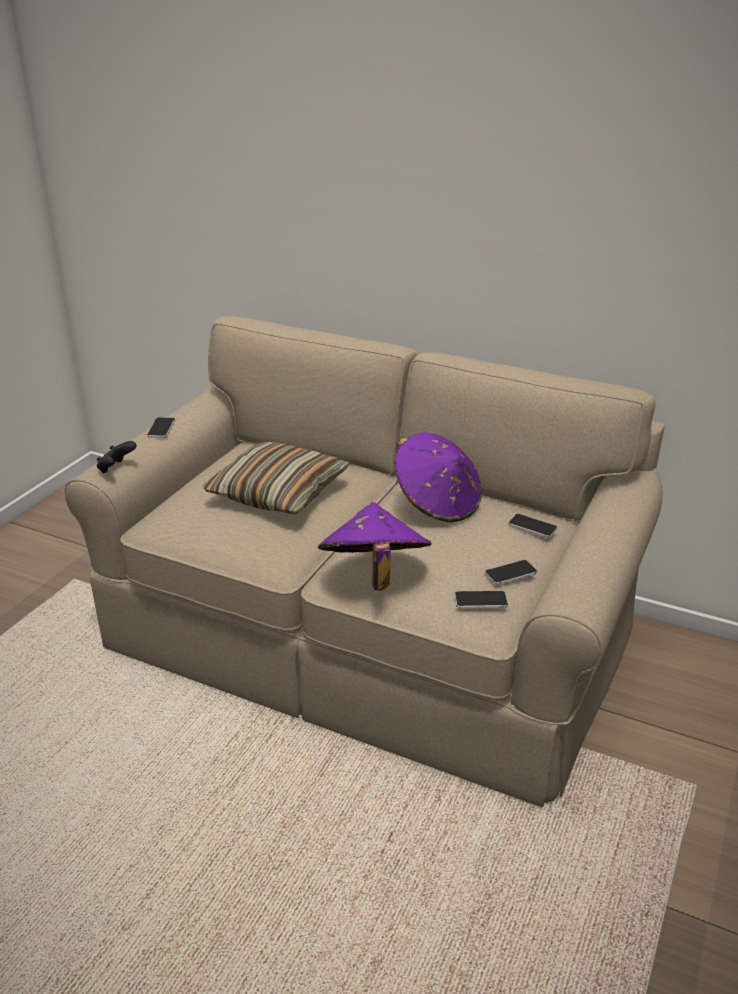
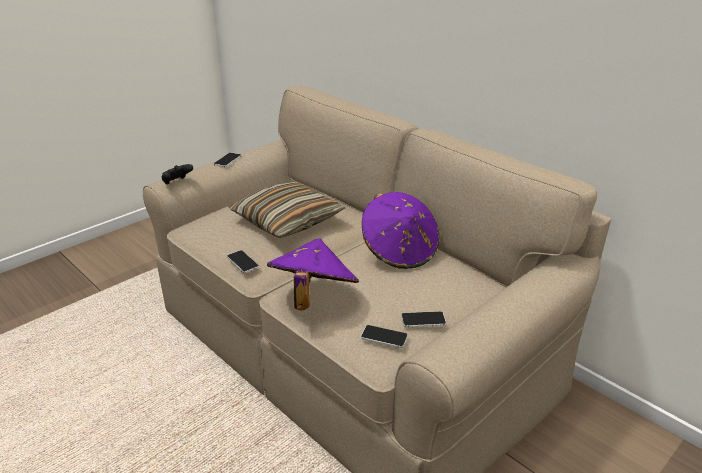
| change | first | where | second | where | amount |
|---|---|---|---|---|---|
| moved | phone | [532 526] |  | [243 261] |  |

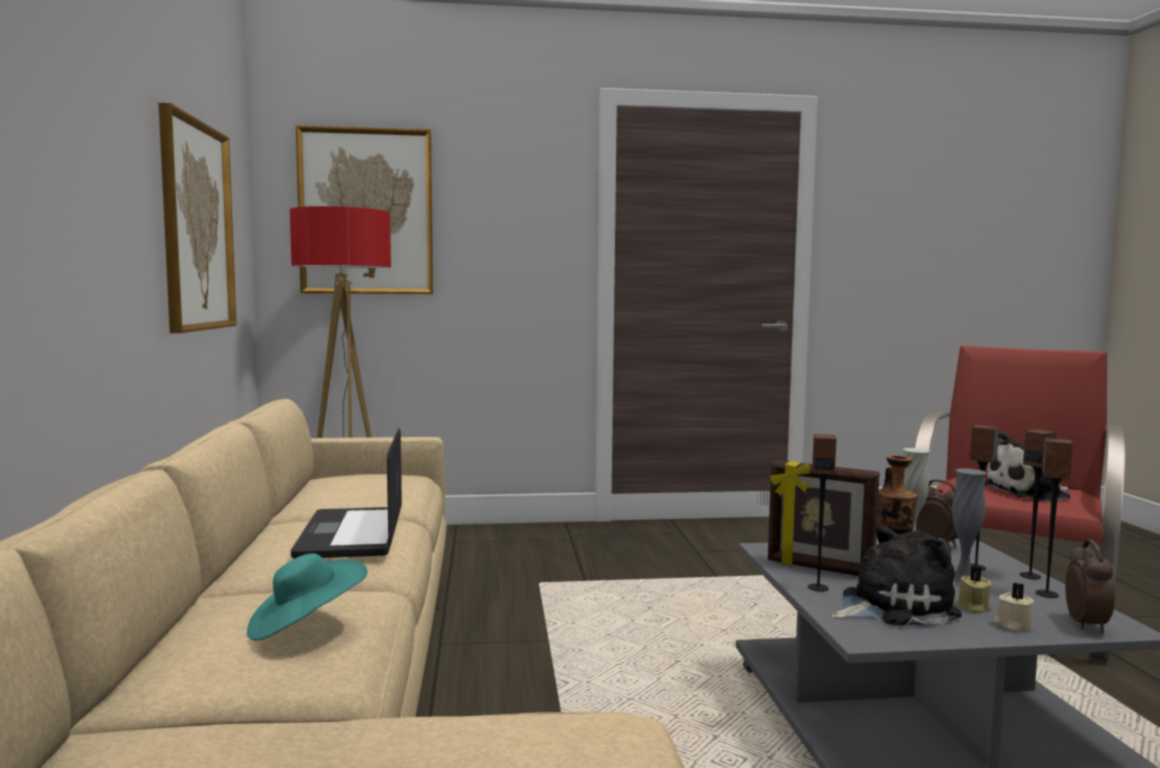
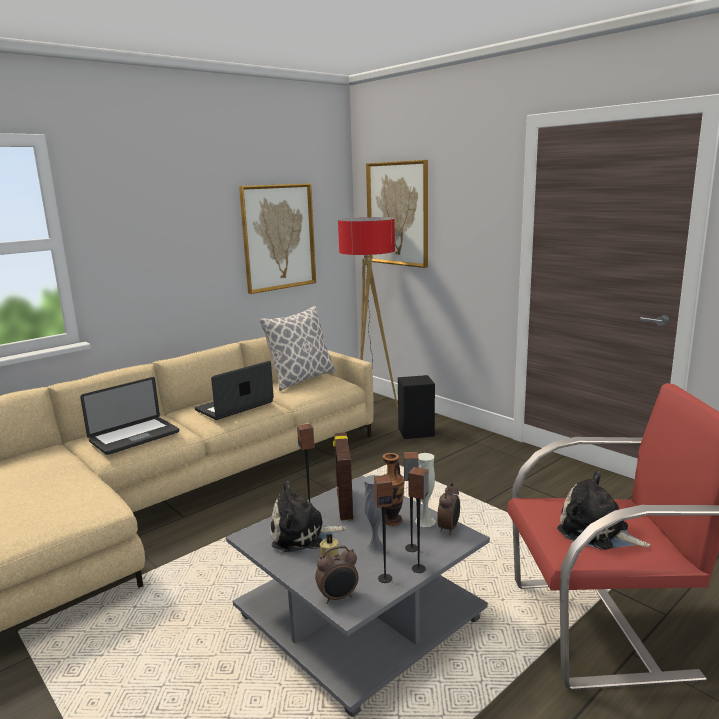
| change | first | where | second | where | amount |
|---|---|---|---|---|---|
| replaced | hat in turquoise | [307 596] | laptop | [129 416] |  |
| added |  |  | pillow | [297 348] |  |
| turned | plush toy | [897 575] |  | [308 516] | 135 degrees clockwise |
| added |  |  | speaker in black | [416 407] |  |
| removed | candle in beige | [1014 607] |  |  |  |

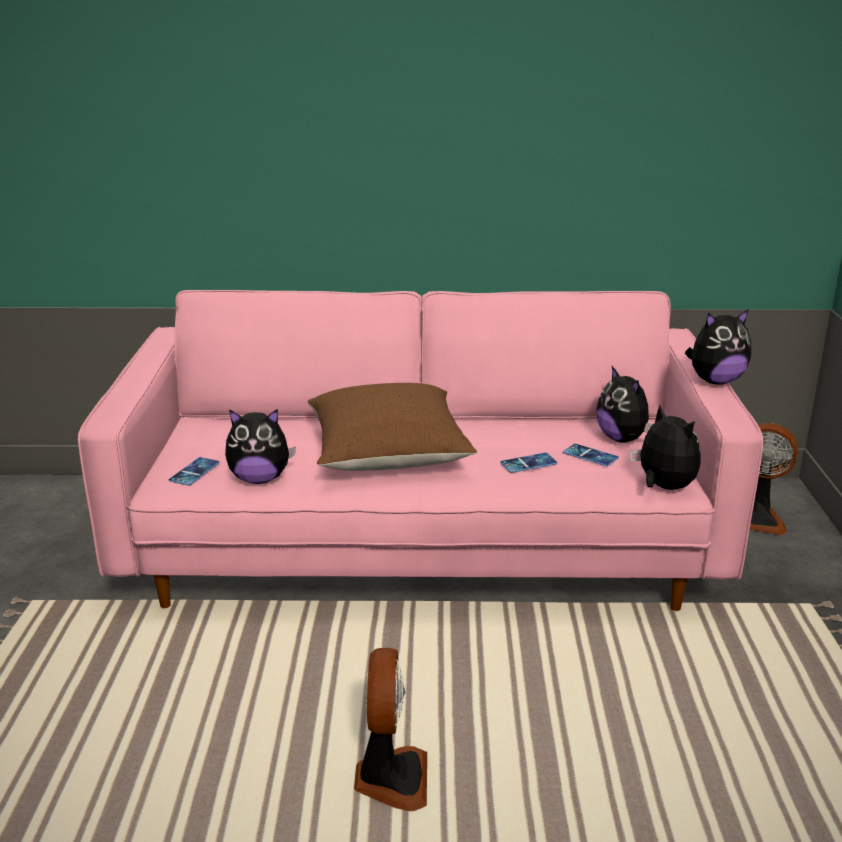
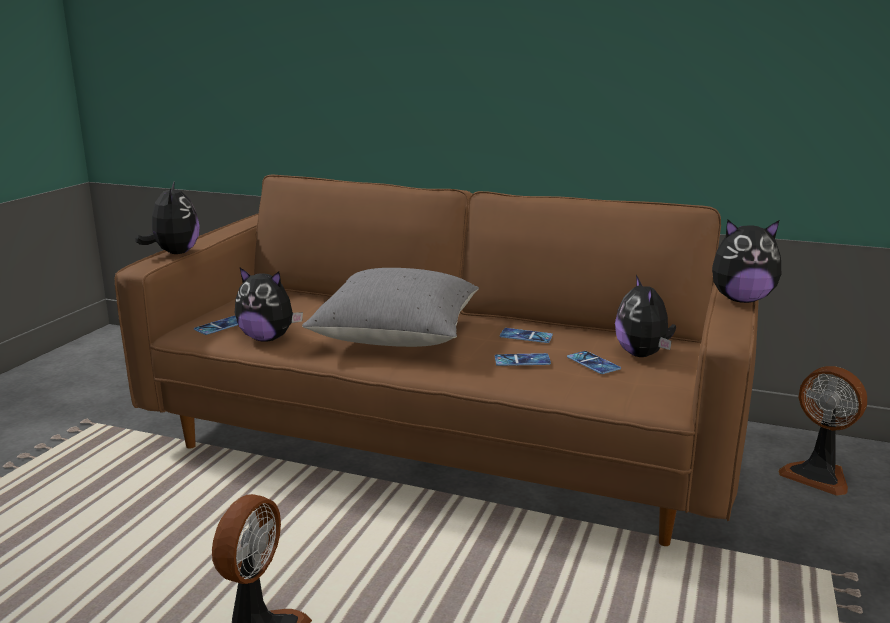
| change | first | where | second | where | amount |
|---|---|---|---|---|---|
| recoloured | sofa in pink | [420 450] | sofa in brown | [436 360] |  |
| moved | plush toy | [665 447] |  | [167 217] |  |
| recoloured | pillow in brown | [392 427] | pillow in grey | [390 307] |  |
| added |  |  | phone | [526 335] |  |

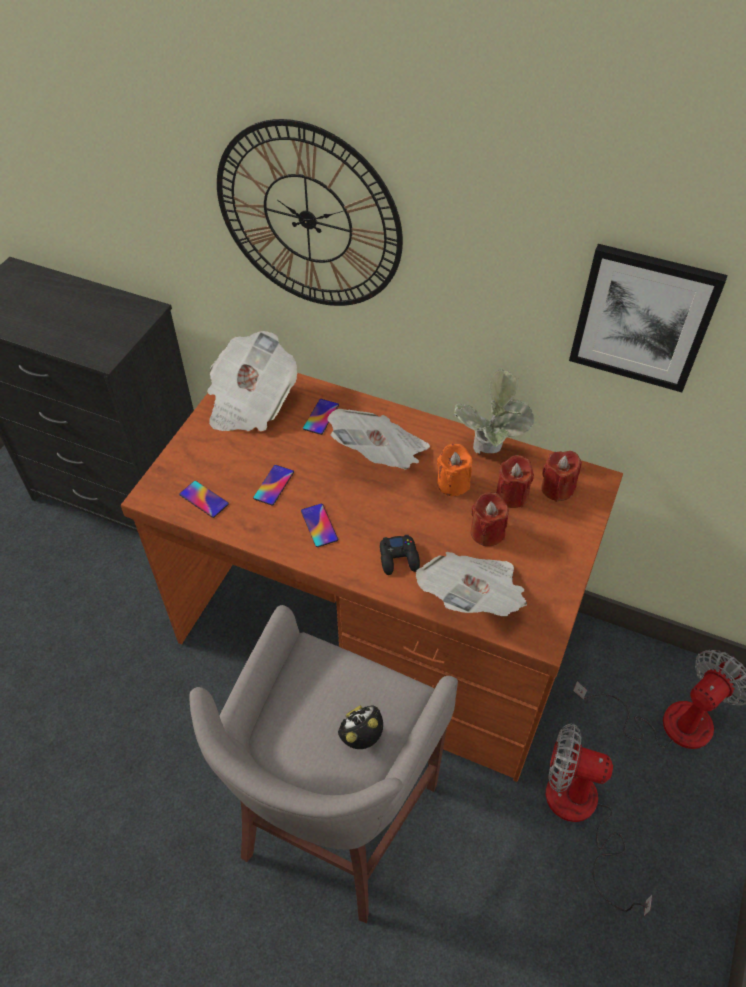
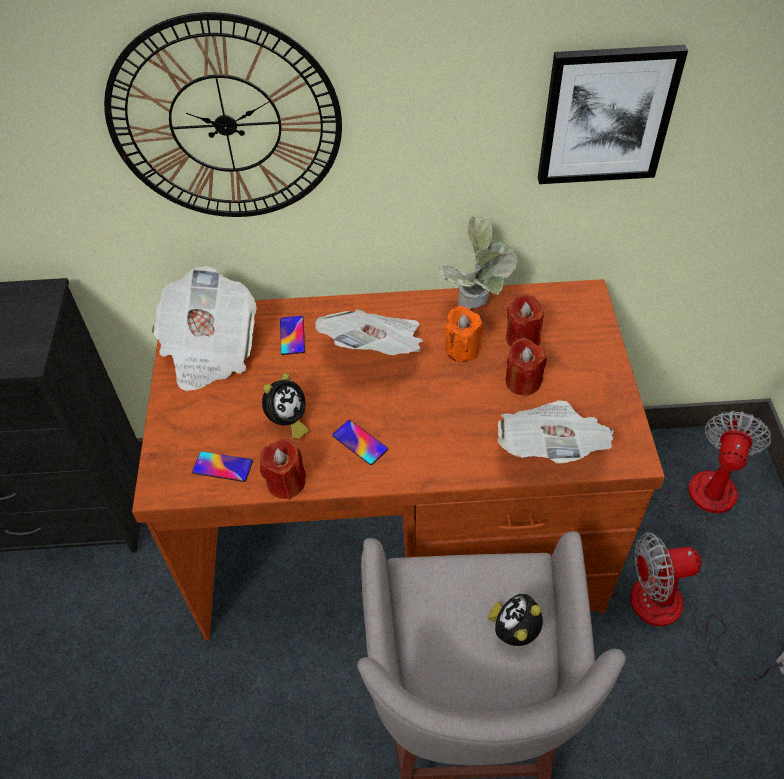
| change | first | where | second | where | amount |
|---|---|---|---|---|---|
| moved | candle in red | [561 476] |  | [283 469] |  |
| replaced | phone | [273 485] | alarm clock | [285 406] |  |
| removed | game controller in black | [400 555] |  |  |  |

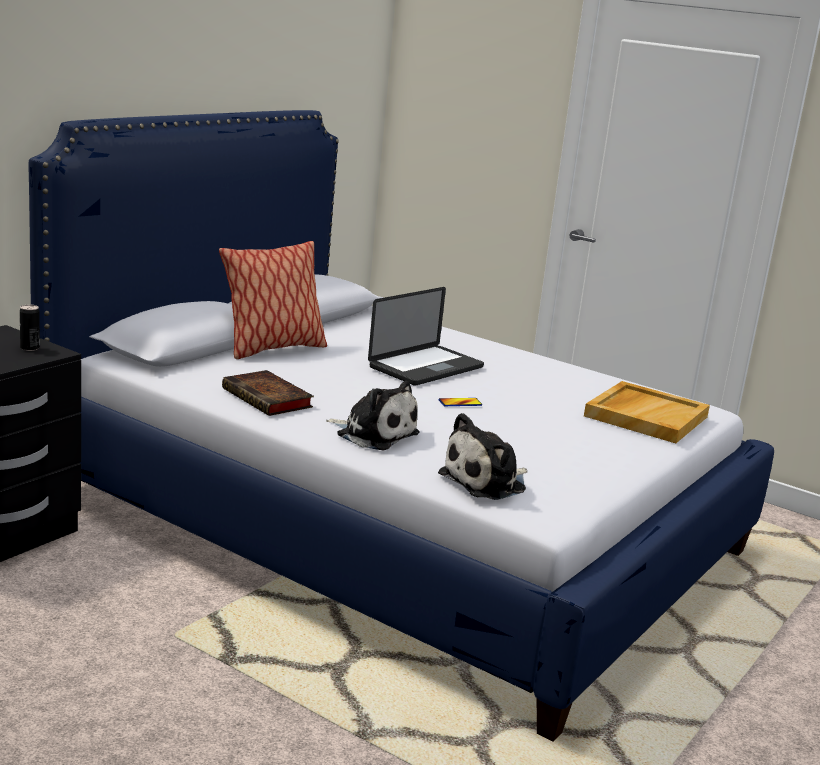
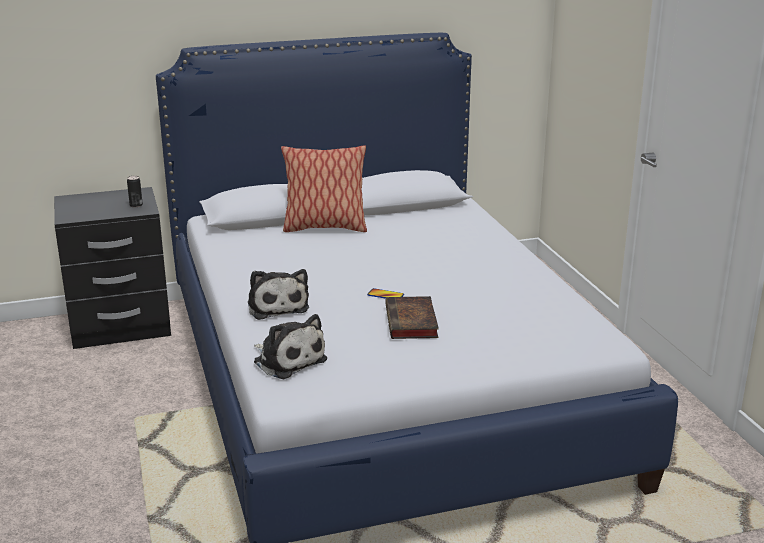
| change | first | where | second | where | amount |
|---|---|---|---|---|---|
| turned | plush toy | [483 456] |  | [290 346] | 135 degrees counterclockwise |
| moved | book | [268 393] |  | [412 317] |  |
| removed | laptop | [426 336] |  |  |  |
| removed | tray in beige | [647 412] |  |  |  |

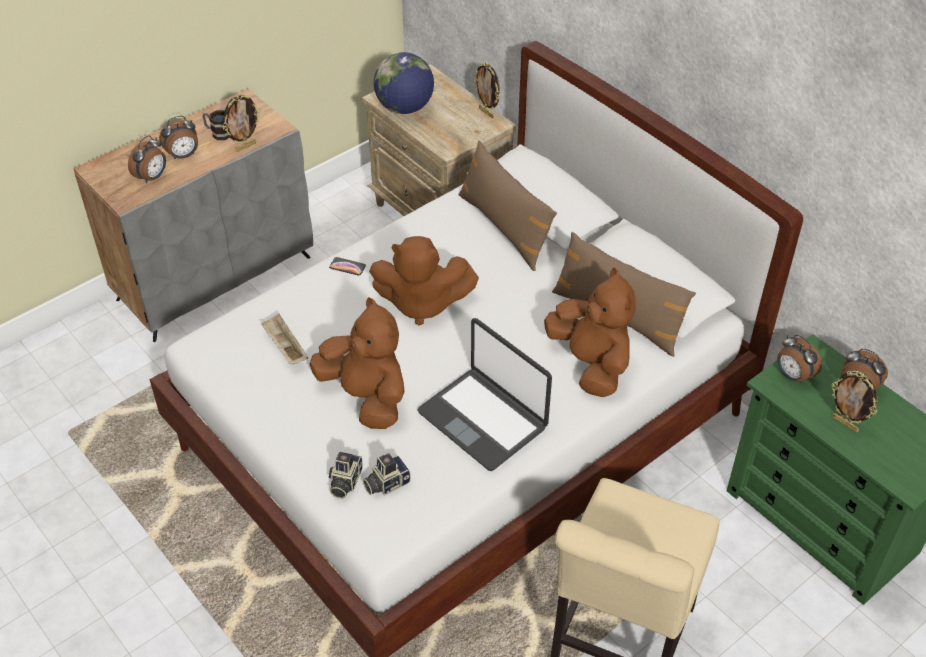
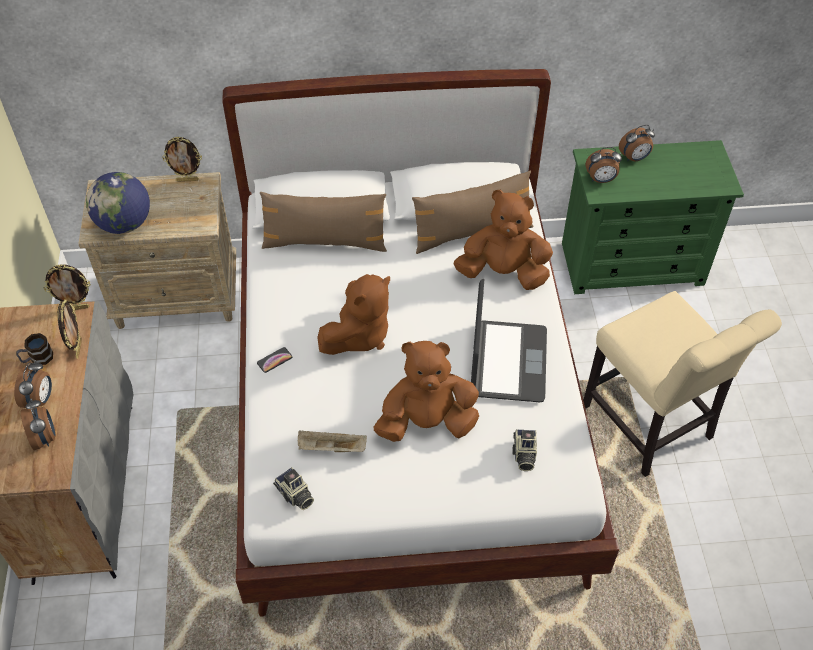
| change | first | where | second | where | amount |
|---|---|---|---|---|---|
| moved | picture frame | [854 402] |  | [67 287] |  |
| moved | photo camera | [346 475] |  | [293 488] |  |
| turned | laptop | [485 394] |  | [509 340] | 75 degrees counterclockwise |

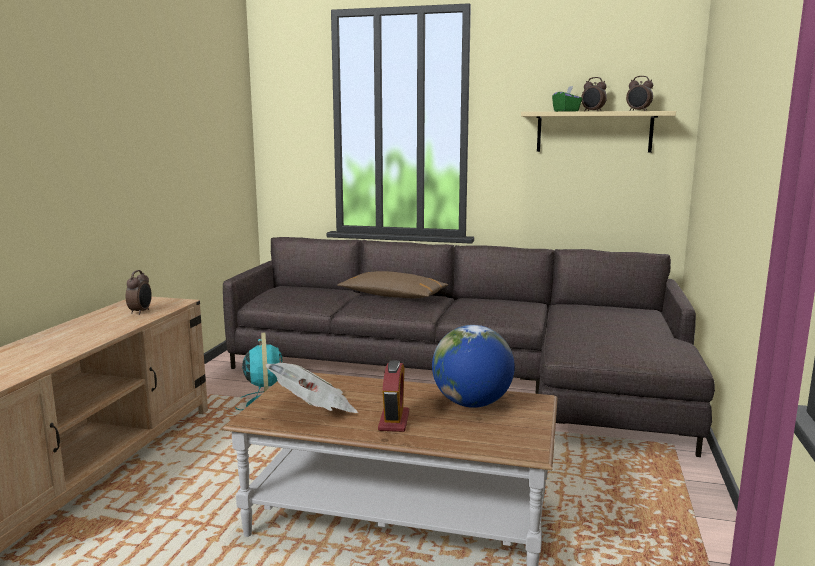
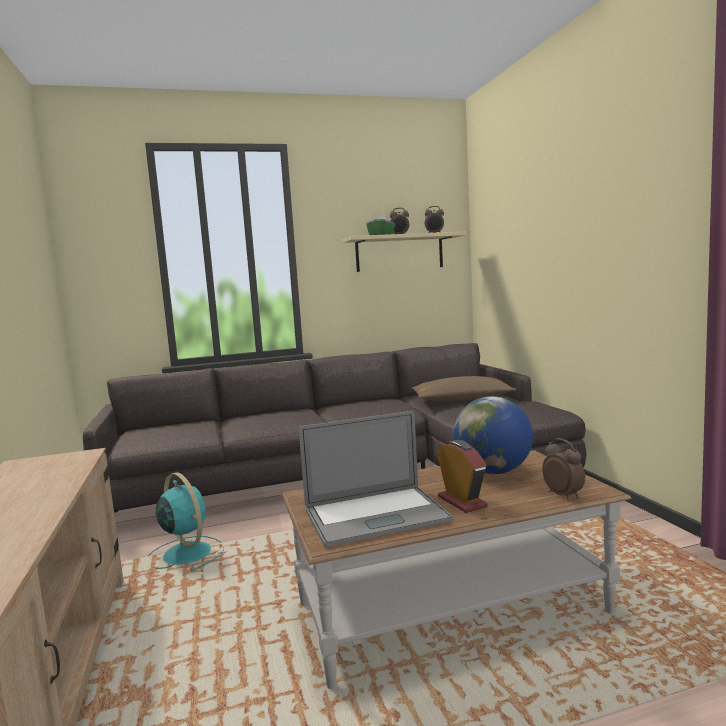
| change | first | where | second | where | amount |
|---|---|---|---|---|---|
| replaced | newspaper | [311 388] | laptop | [376 479] |  |
| moved | pillow in brown | [393 284] |  | [464 388] |  |
| moved | alarm clock | [139 292] |  | [563 469] |  |

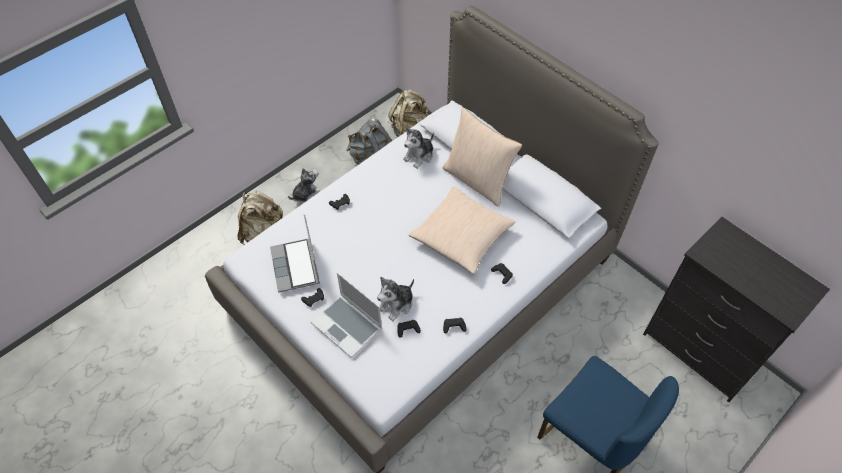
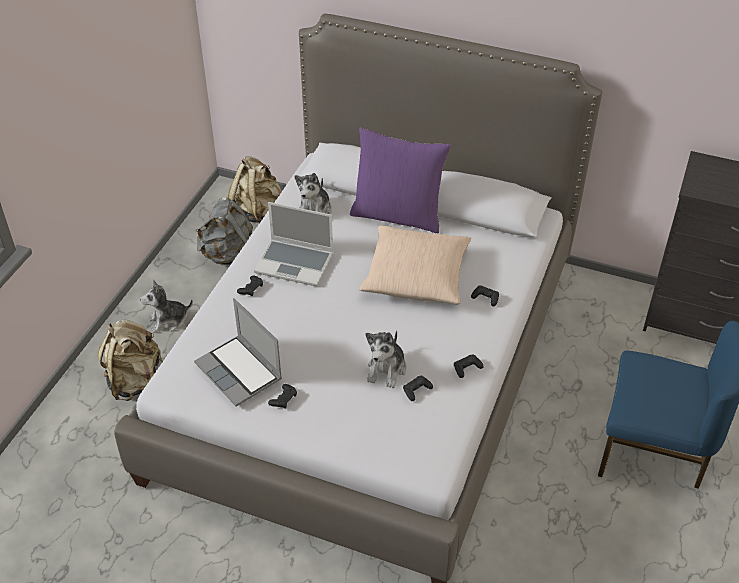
| change | first | where | second | where | amount |
|---|---|---|---|---|---|
| turned | plush toy | [304 186] |  | [166 306] | 135 degrees counterclockwise |
| moved | laptop | [346 315] |  | [293 244] |  |
| recoloured | pillow in beige | [482 157] | pillow in purple | [400 180] |  |

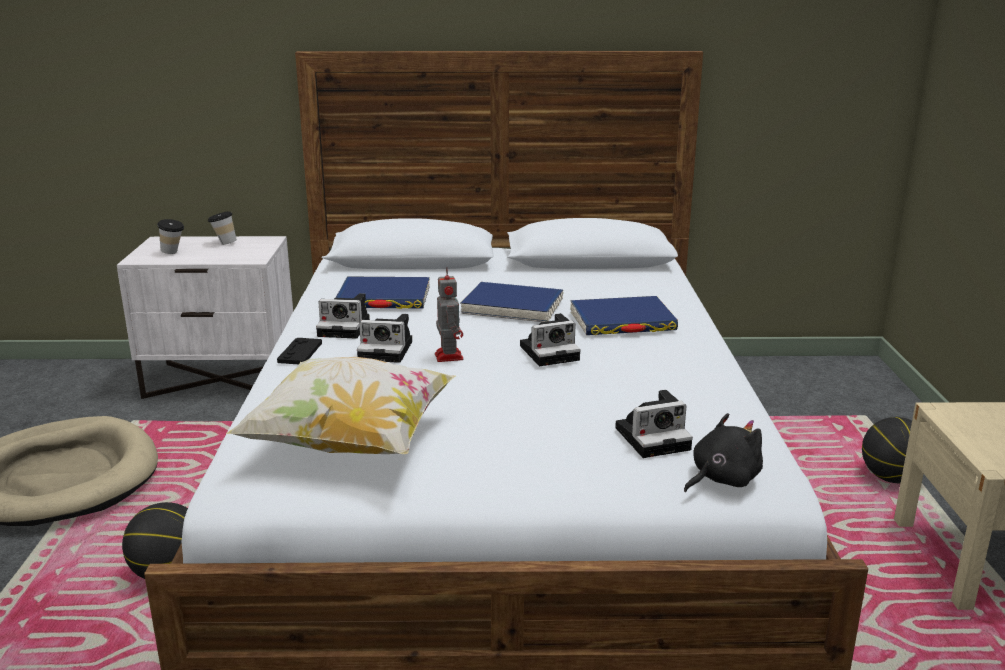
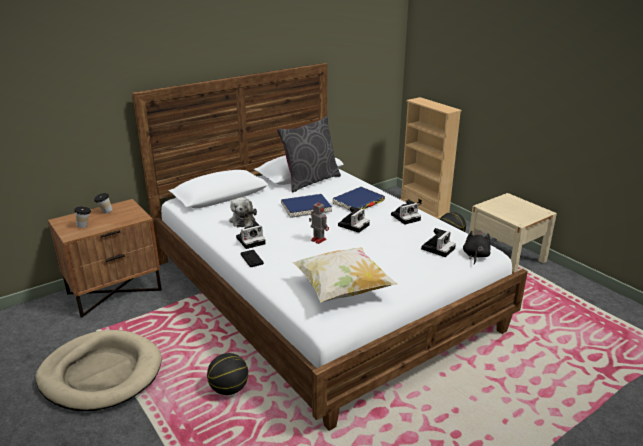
| change | first | where | second | where | amount |
|---|---|---|---|---|---|
| recoloured | nightstand in white | [205 317] | nightstand in brown | [105 258] |  |
| replaced | book in blue | [382 293] | plush toy | [243 212] |  |
| added |  |  | pillow in grey | [309 154] |  |
| moved | photo camera | [384 338] |  | [406 212] |  |
| added |  |  | bookcase in beige | [431 158] |  |

